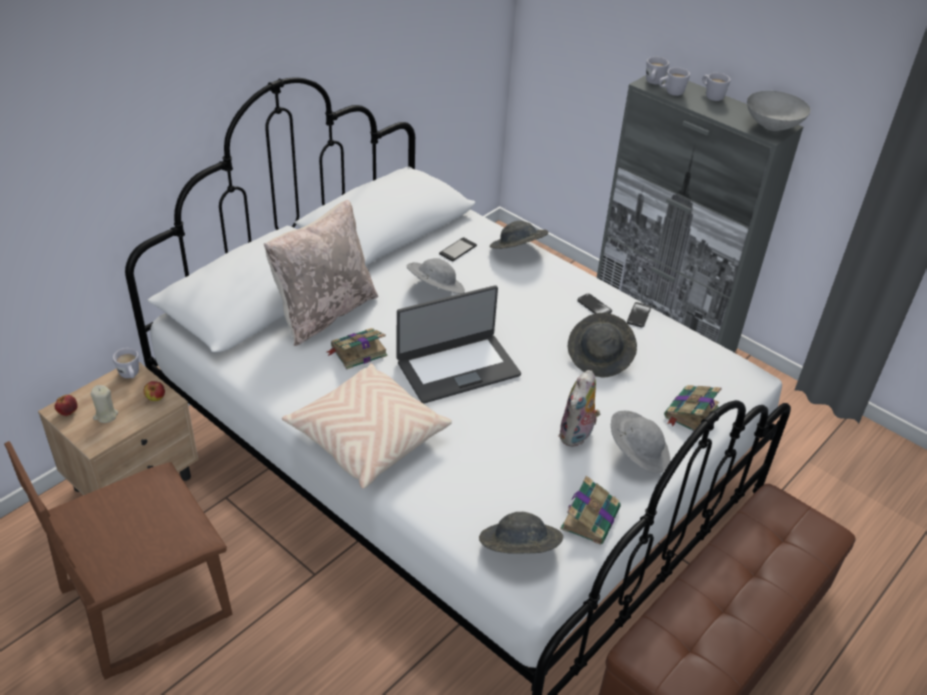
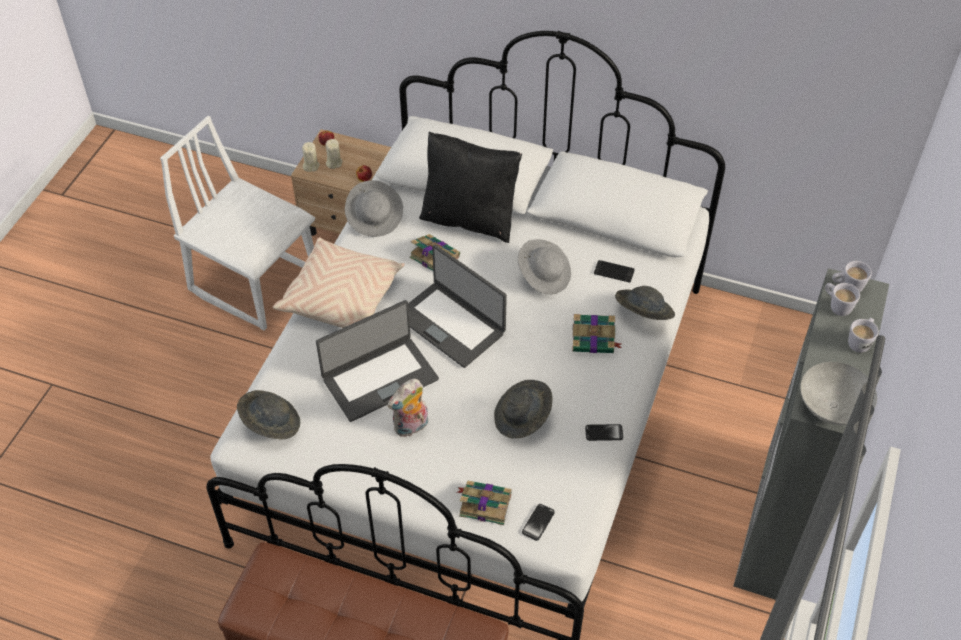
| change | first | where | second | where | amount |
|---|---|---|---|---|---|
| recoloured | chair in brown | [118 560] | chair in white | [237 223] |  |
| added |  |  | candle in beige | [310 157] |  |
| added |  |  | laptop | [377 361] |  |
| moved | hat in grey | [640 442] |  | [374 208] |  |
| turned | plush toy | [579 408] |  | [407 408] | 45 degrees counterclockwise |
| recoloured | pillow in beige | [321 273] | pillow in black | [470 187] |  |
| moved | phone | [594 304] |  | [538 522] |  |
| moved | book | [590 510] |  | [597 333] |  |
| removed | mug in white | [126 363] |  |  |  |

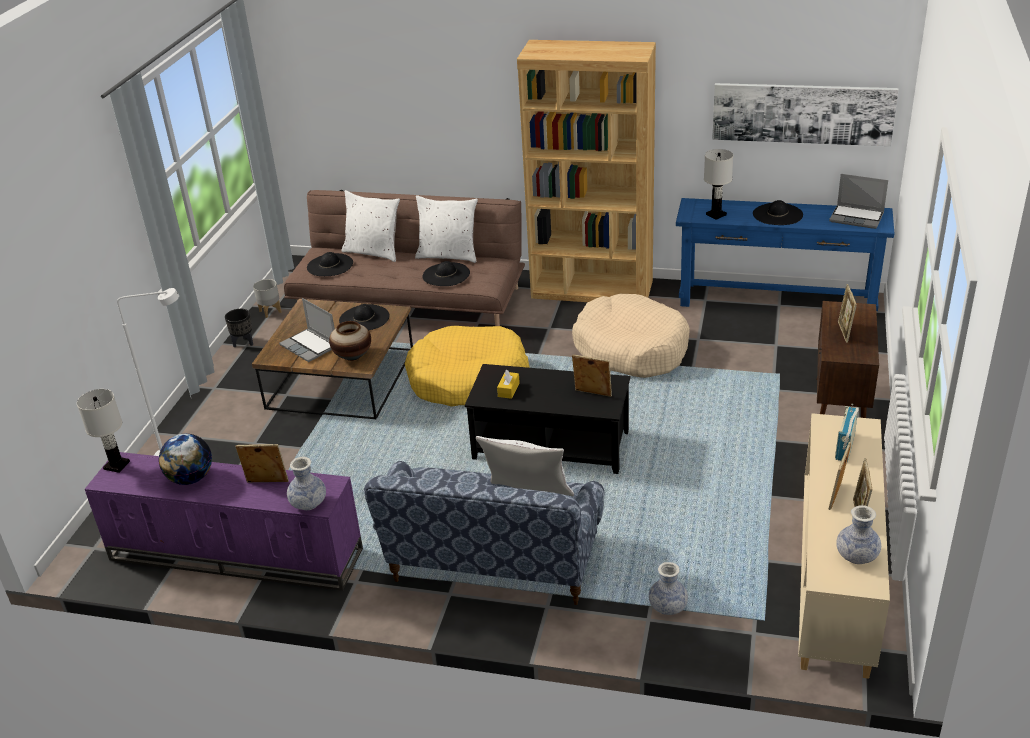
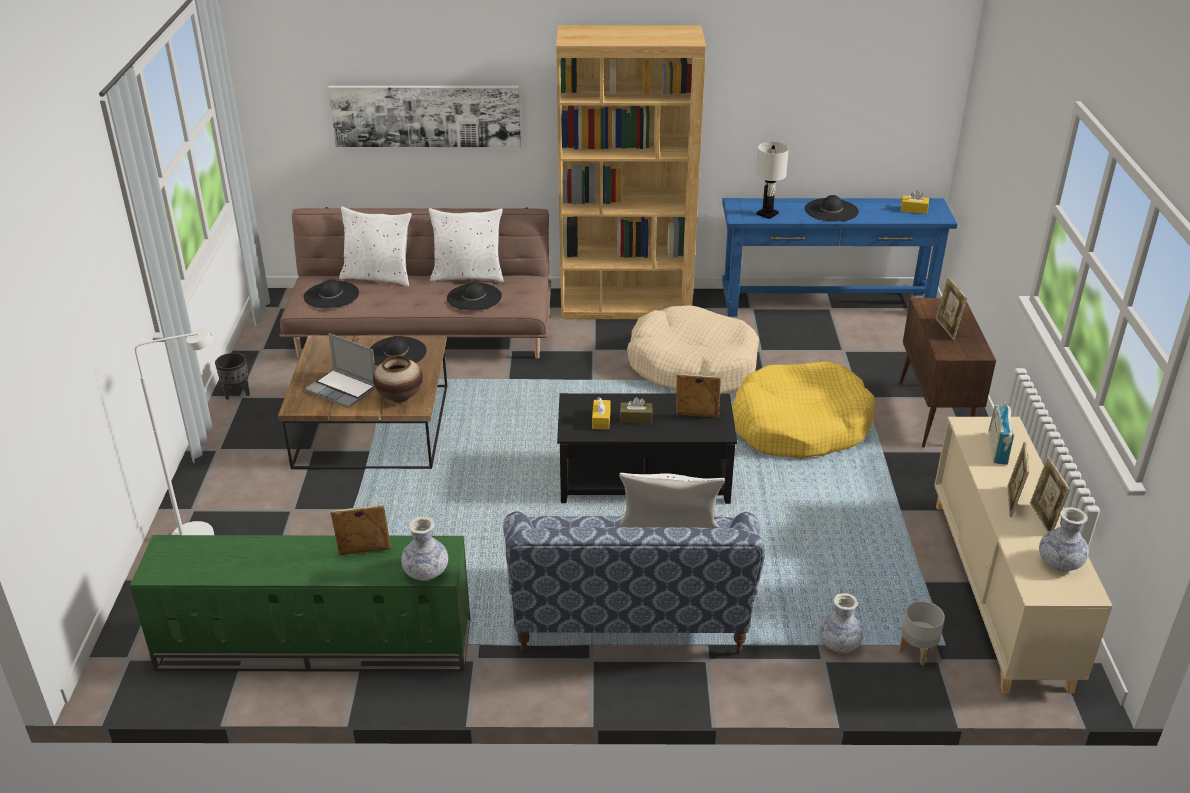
| change | first | where | second | where | amount |
|---|---|---|---|---|---|
| recoloured | tv stand in purple | [224 521] | tv stand in green | [300 603] |  |
| moved | picture | [805 114] |  | [424 116] |  |
| added |  |  | tissue box in brown | [636 410] |  |
| moved | dog bed in yellow | [467 366] |  | [803 410] |  |
| moved | planter in grey | [267 298] |  | [922 633] |  |
| replaced | laptop | [858 201] | tissue box in yellow | [915 202] |  |
| removed | table lamp in white | [103 431] |  |  |  |
| removed | globe | [185 459] |  |  |  |

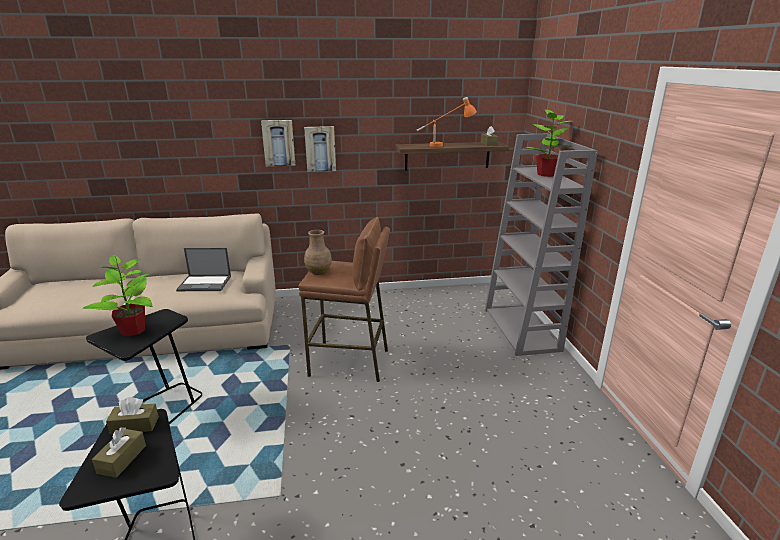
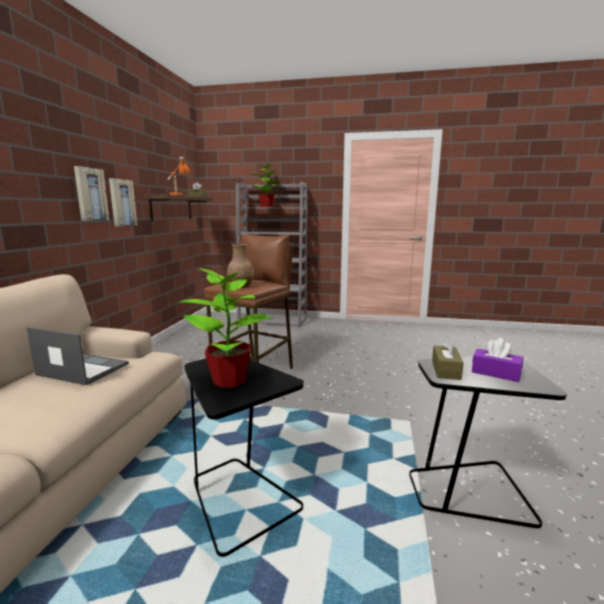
| change | first | where | second | where | amount |
|---|---|---|---|---|---|
| turned | laptop | [203 269] |  | [77 356] | 90 degrees counterclockwise |
| moved | picture | [278 143] |  | [123 202] |  |
| recoloured | tissue box in brown | [119 452] | tissue box in purple | [497 360] |  |

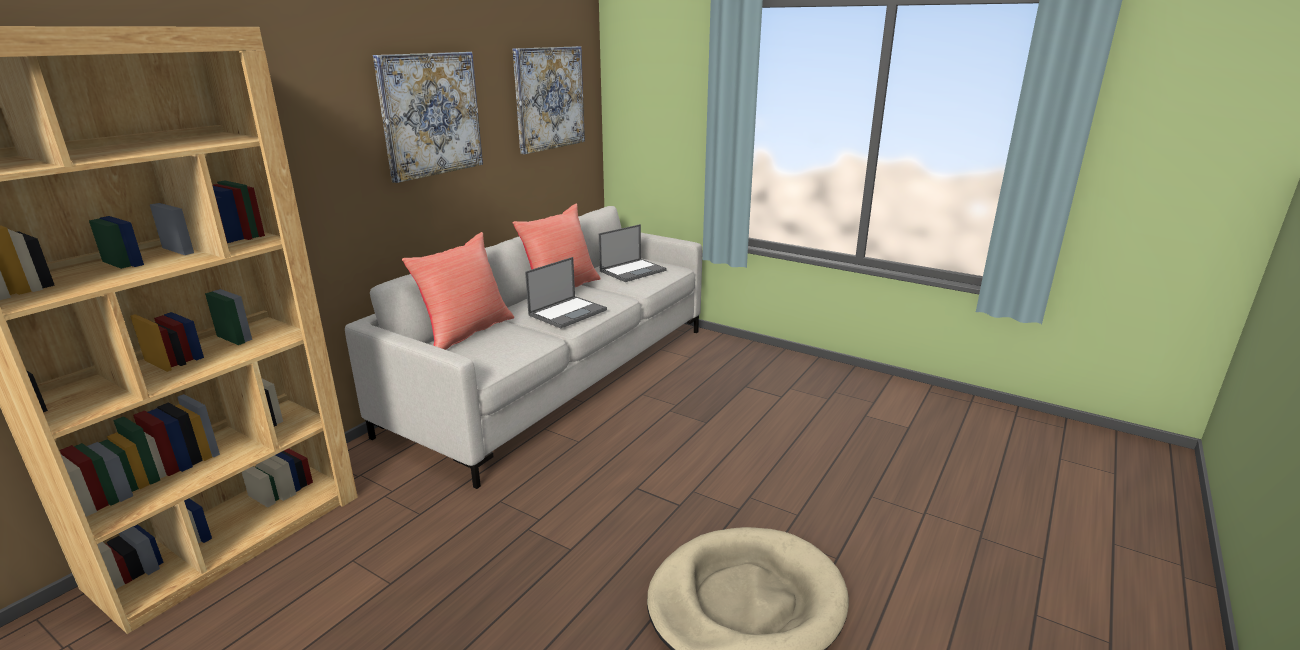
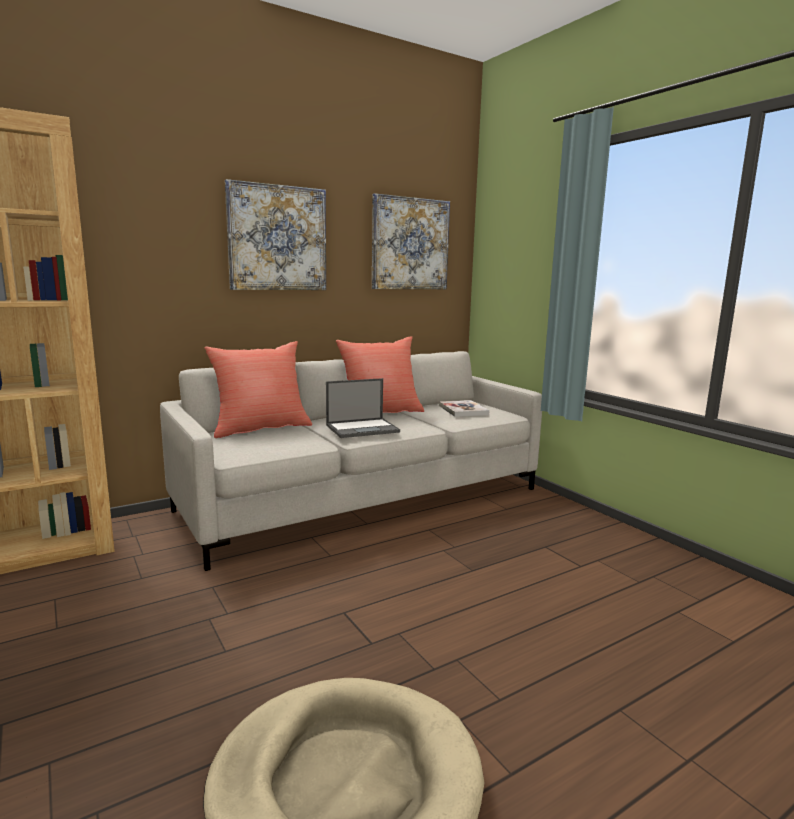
| change | first | where | second | where | amount |
|---|---|---|---|---|---|
| replaced | laptop | [633 253] | book | [464 408] |  |

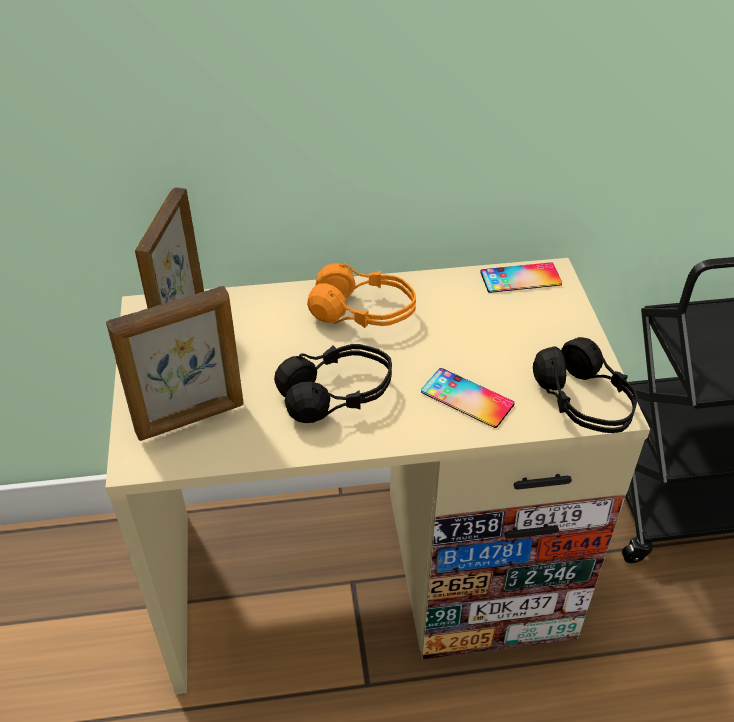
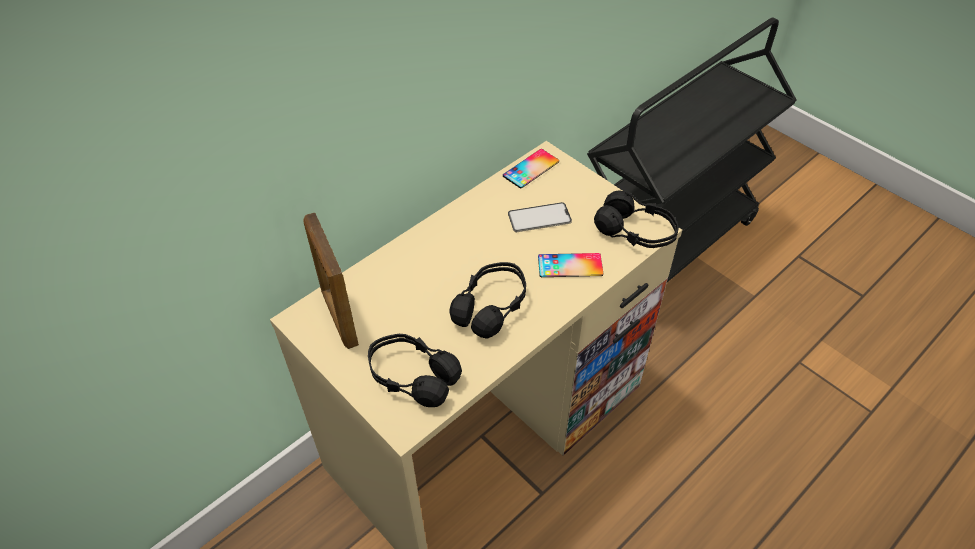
| change | first | where | second | where | amount |
|---|---|---|---|---|---|
| replaced | picture frame | [175 363] | headphones in black | [415 370] |  |
| added |  |  | phone | [540 217] |  |
| removed | headphones in orange | [361 295] |  |  |  |

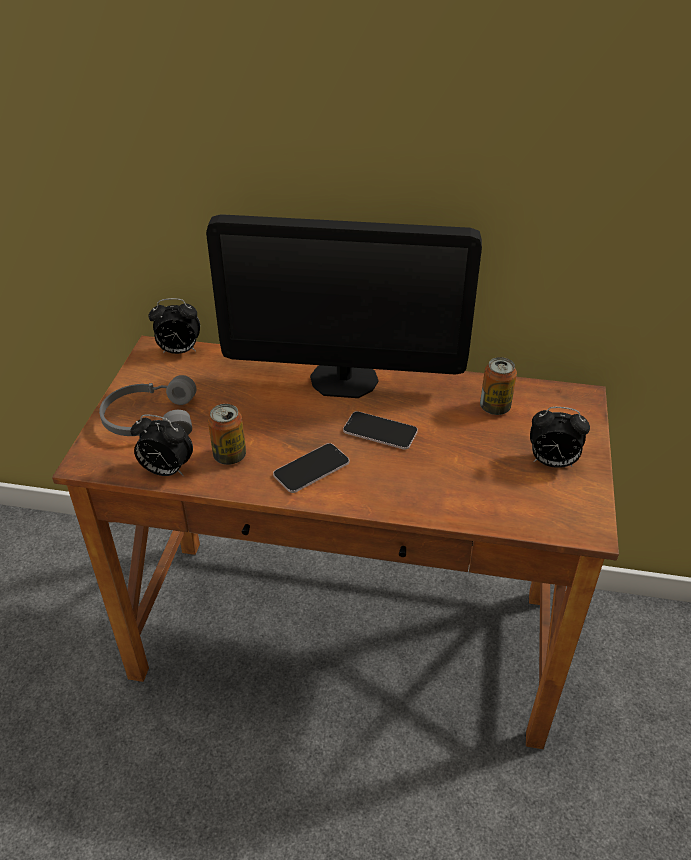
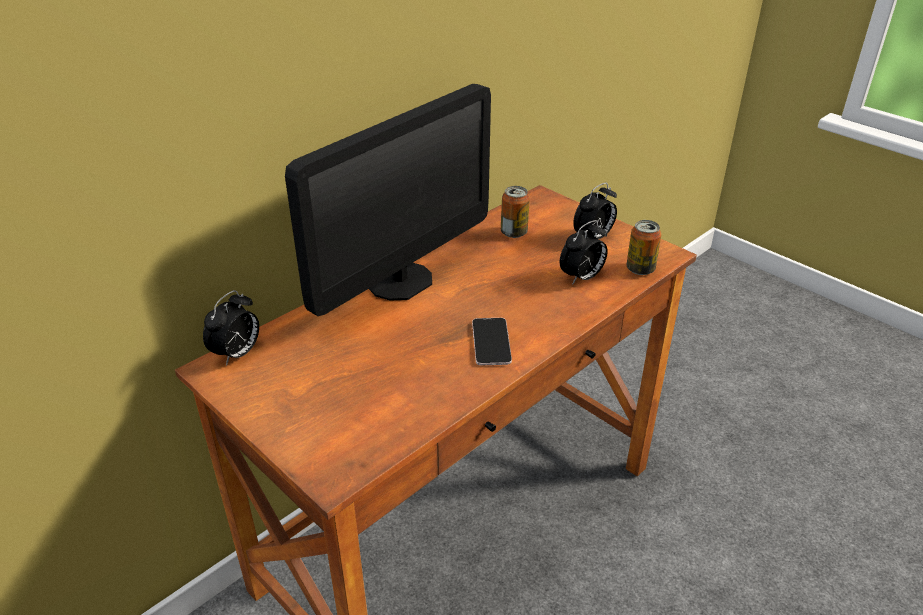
| change | first | where | second | where | amount |
|---|---|---|---|---|---|
| moved | alarm clock | [161 445] |  | [584 252] |  |
| moved | can | [227 434] |  | [644 247] |  |
| removed | headphones in grey | [147 405] |  |  |  |
| removed | phone | [380 430] |  |  |  |

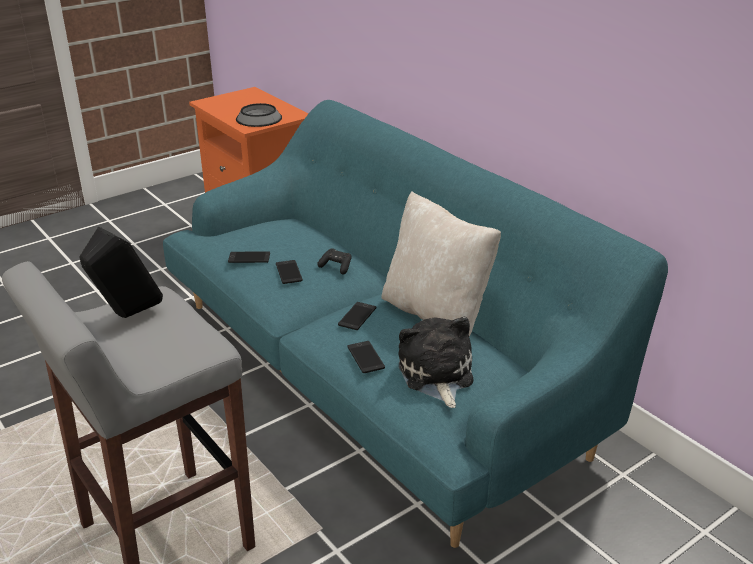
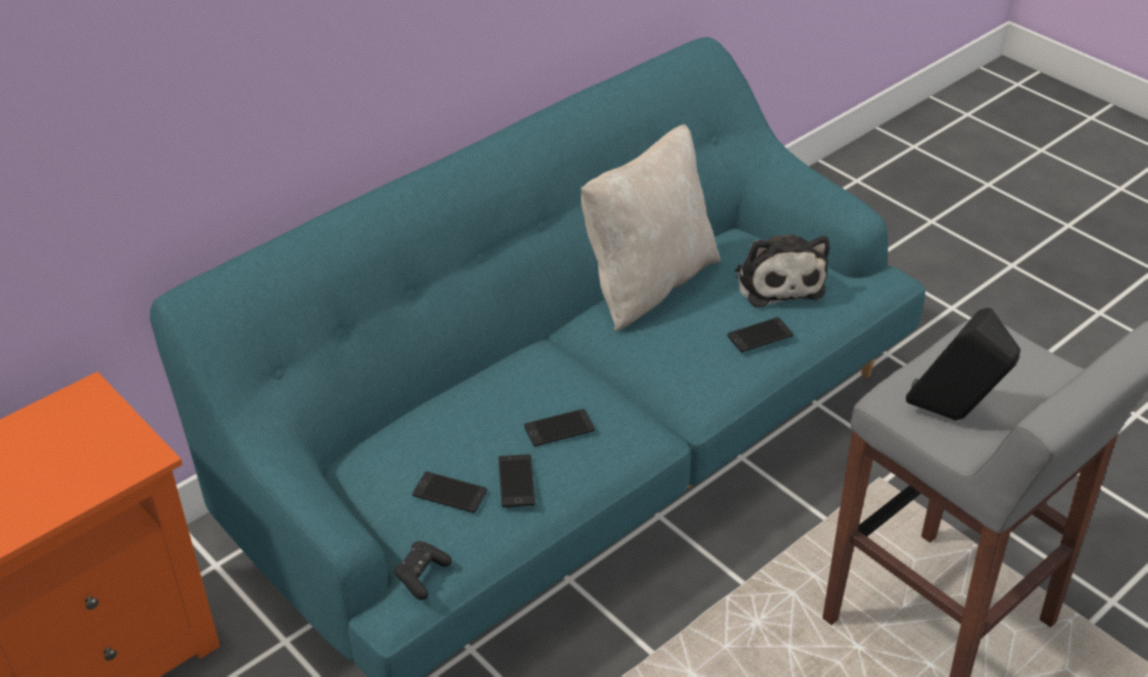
| change | first | where | second | where | amount |
|---|---|---|---|---|---|
| moved | game controller in black | [334 261] |  | [423 570] |  |
| moved | phone | [357 316] |  | [449 492] |  |
| turned | plush toy | [436 362] |  | [782 271] | 90 degrees counterclockwise |
| removed | bowl | [259 115] |  |  |  |

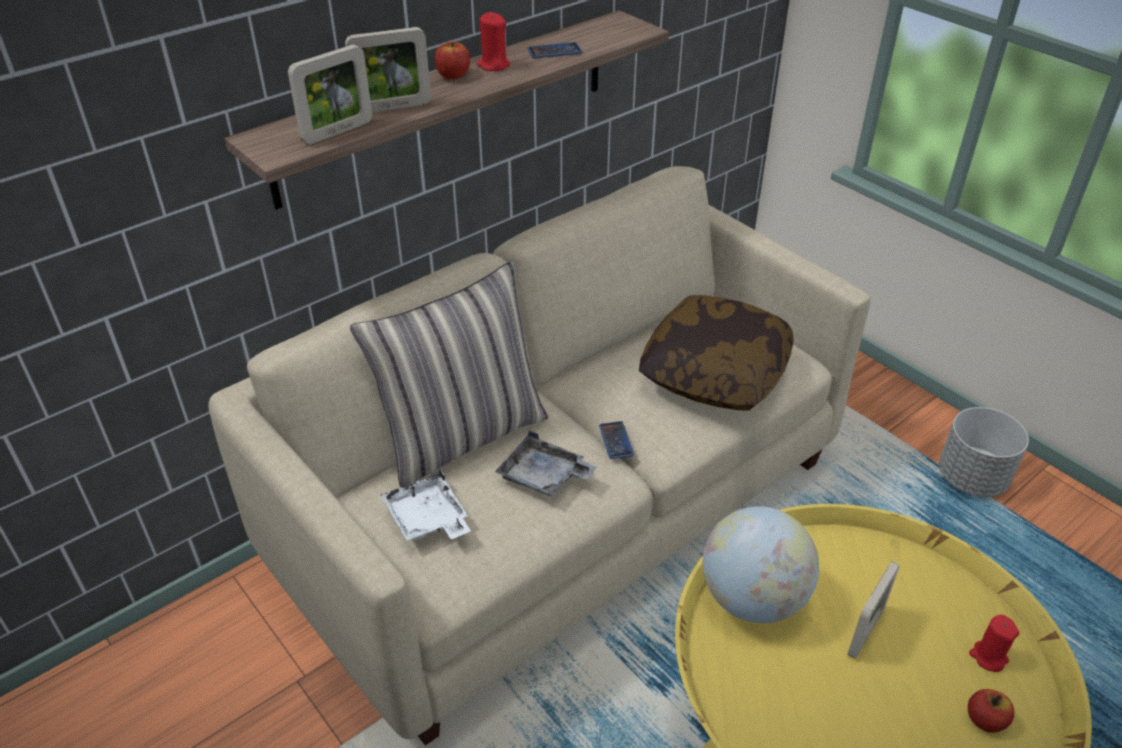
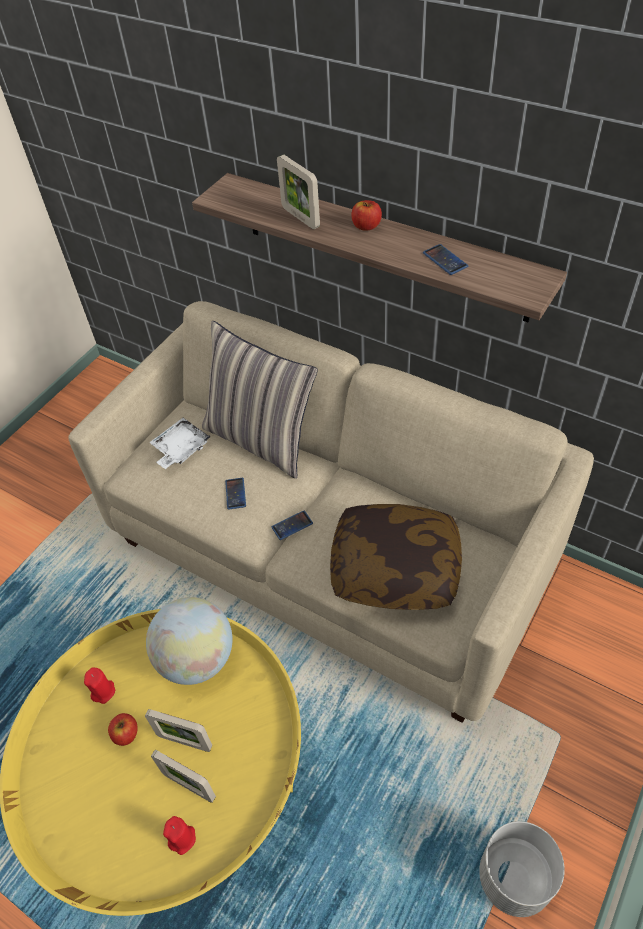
| change | first | where | second | where | amount |
|---|---|---|---|---|---|
| moved | candle in red | [494 41] |  | [99 685] |  |
| moved | apple | [991 711] |  | [123 729] |  |
| moved | picture frame | [330 94] |  | [183 776] |  |
| replaced | tray in grey | [546 463] | phone | [235 494] |  |

